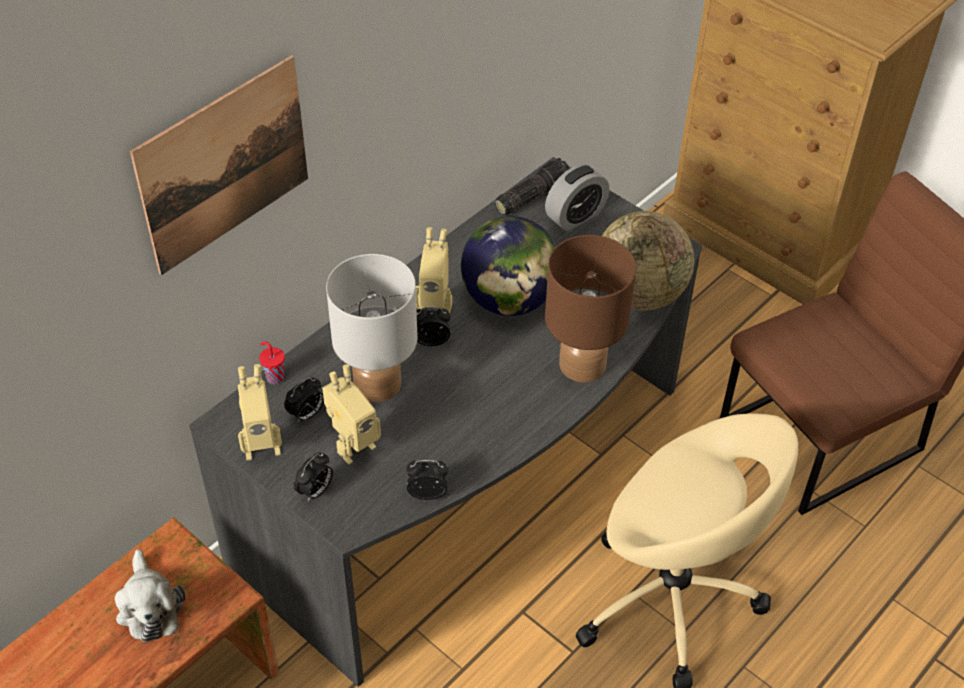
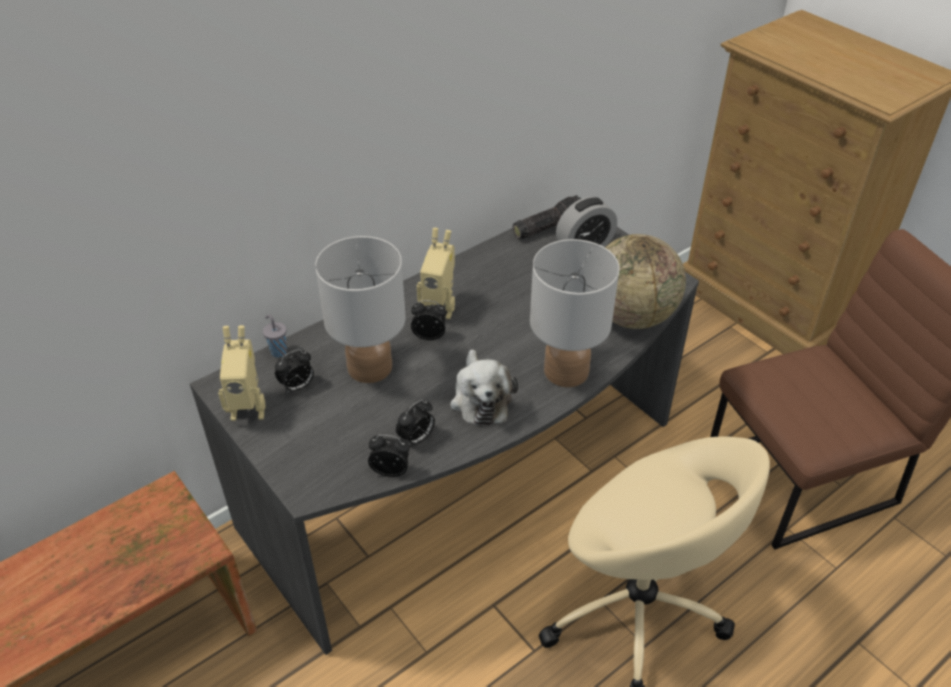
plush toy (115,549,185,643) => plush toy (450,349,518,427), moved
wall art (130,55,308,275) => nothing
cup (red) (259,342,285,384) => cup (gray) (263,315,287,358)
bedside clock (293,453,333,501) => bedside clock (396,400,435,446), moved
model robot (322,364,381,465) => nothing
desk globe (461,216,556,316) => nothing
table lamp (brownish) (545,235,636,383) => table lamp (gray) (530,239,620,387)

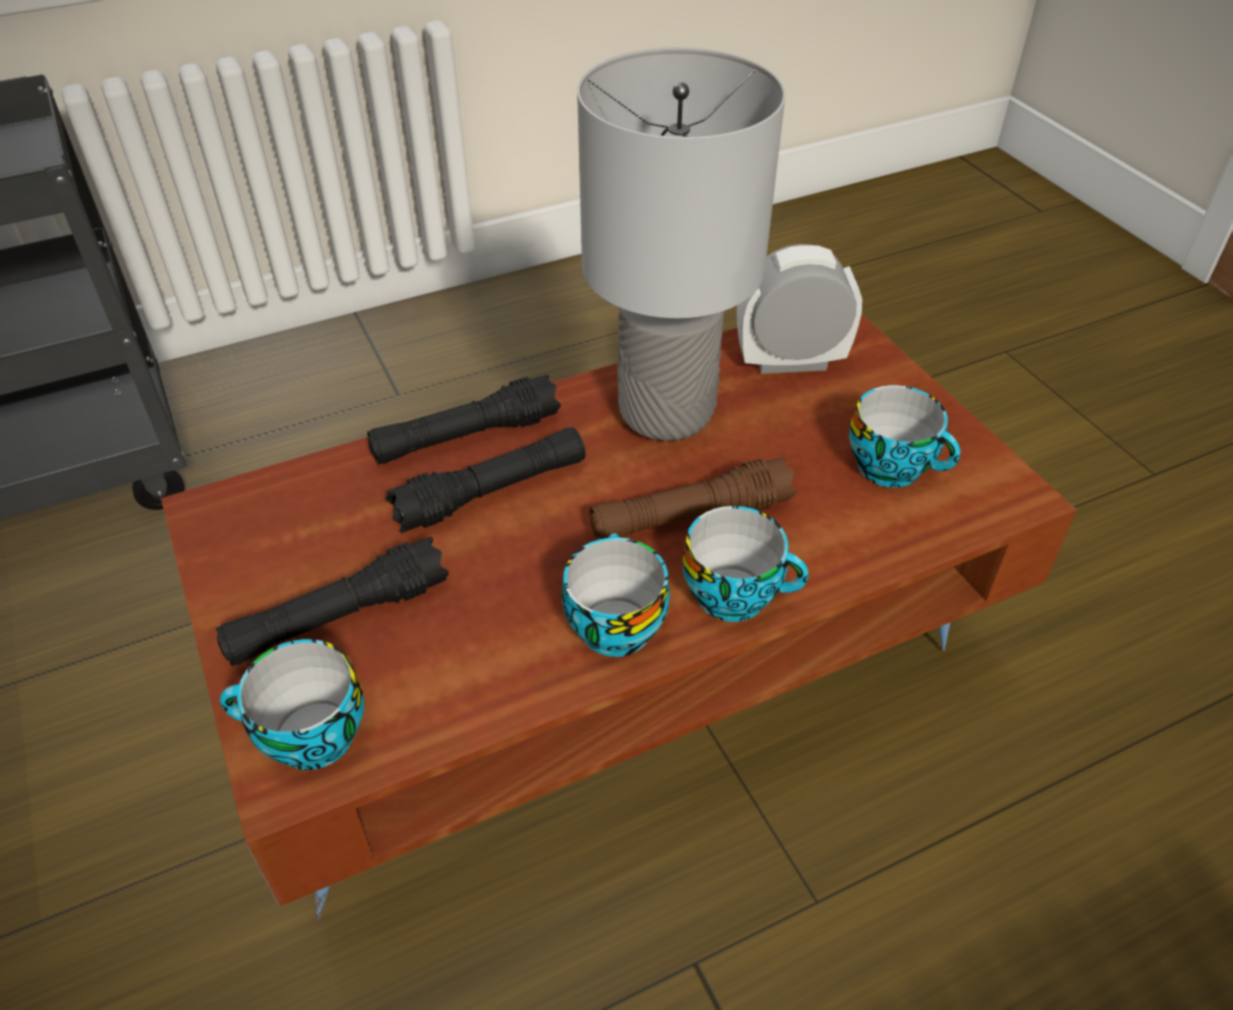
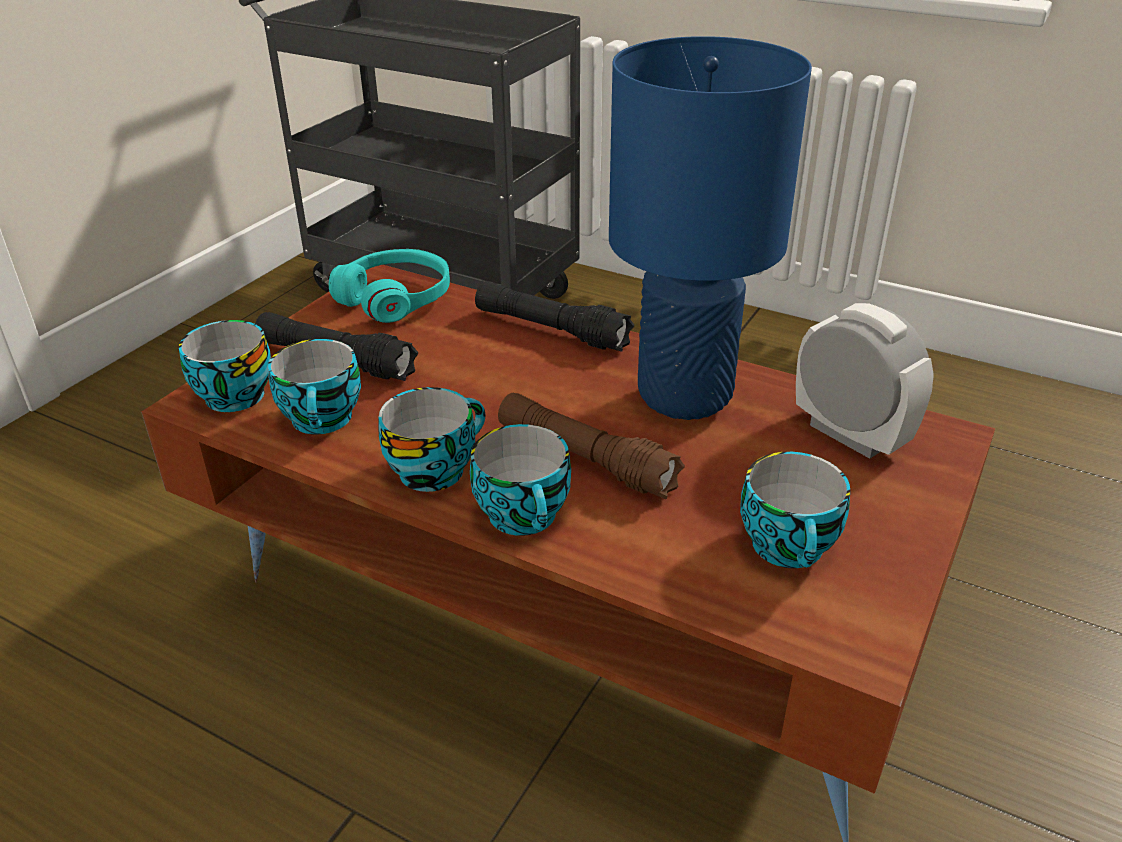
torch (black) (386,427,586,533) => nothing
table lamp (gray) (577,47,785,441) => table lamp (blue) (609,36,812,420)
nothing => cup (268,339,361,435)
nothing => headphones (blue-green) (329,249,450,323)

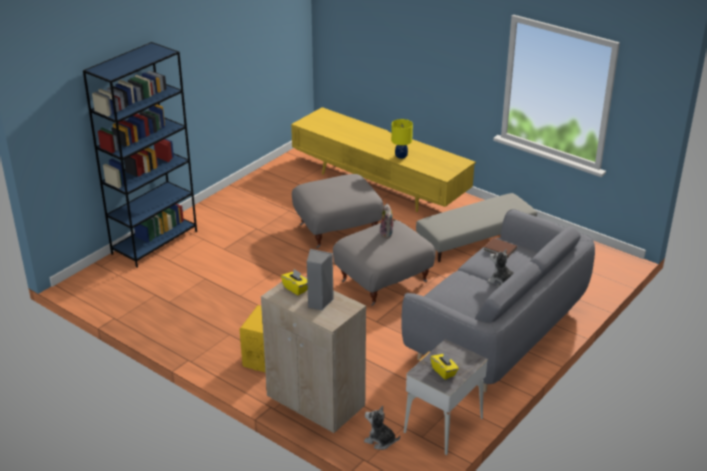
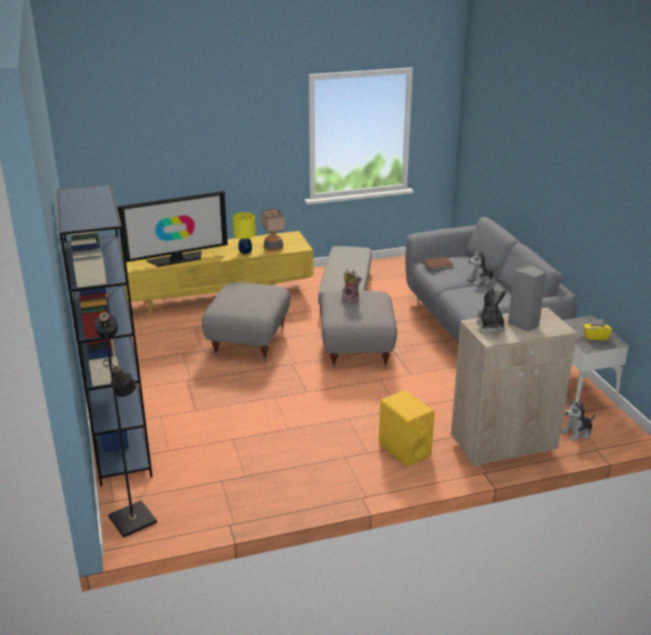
box of tissues (yellowish) (281,269,308,295) => plush toy (476,286,506,333)
nothing => floor lamp (black) (94,312,157,538)
nothing => television (117,191,228,267)
nothing => table lamp (261,208,285,251)

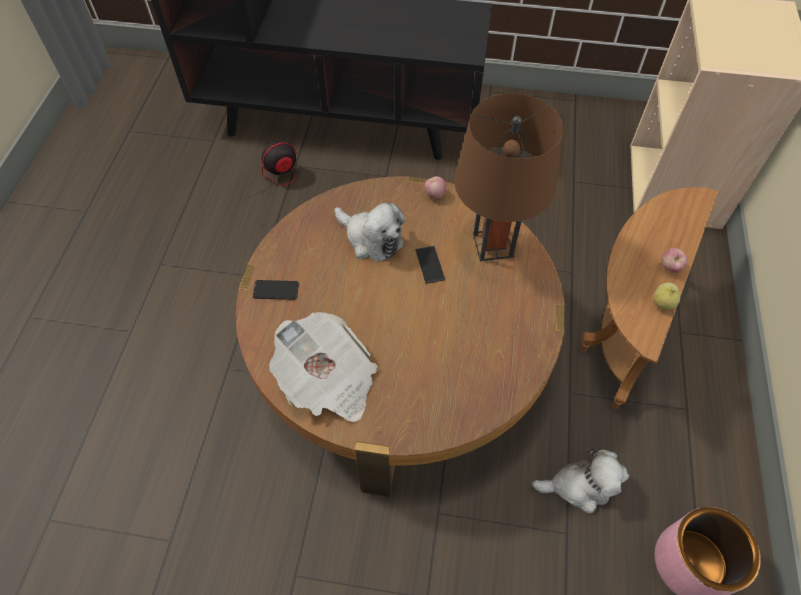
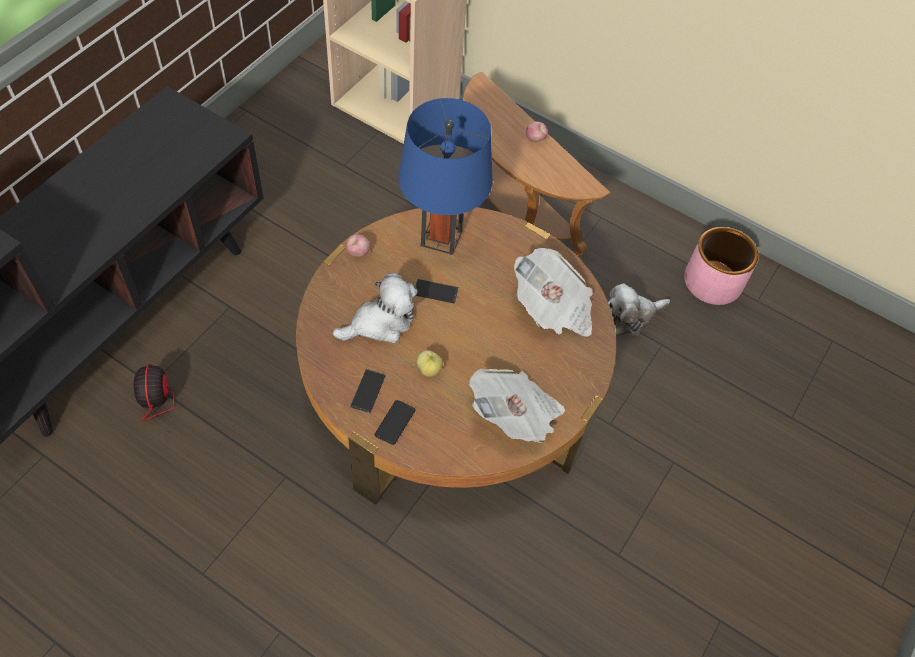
table lamp (brownish) (454,93,563,261) => table lamp (blue) (398,98,493,255)
plush toy (532,448,629,514) => plush toy (608,283,670,336), 135 degrees counterclockwise
whole apple (653,283,680,310) => whole apple (417,350,443,377), moved
nothing => phone (350,369,386,413)
nothing => newspaper (514,248,593,337)

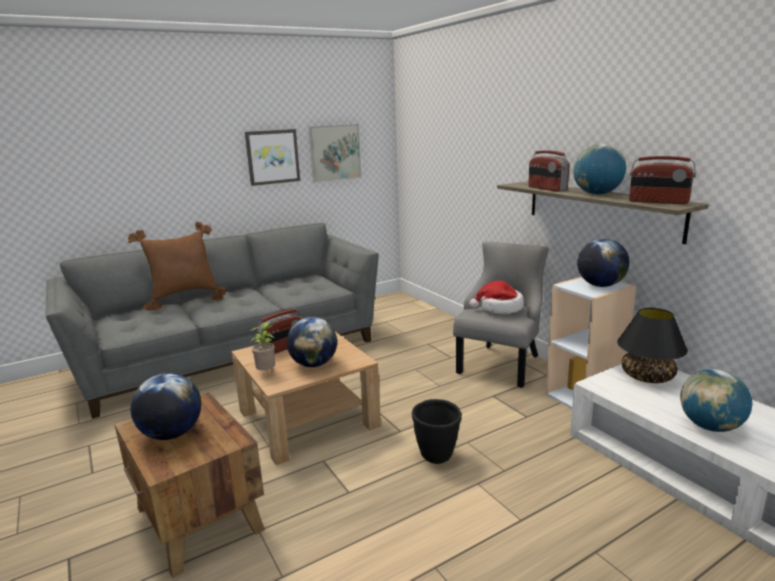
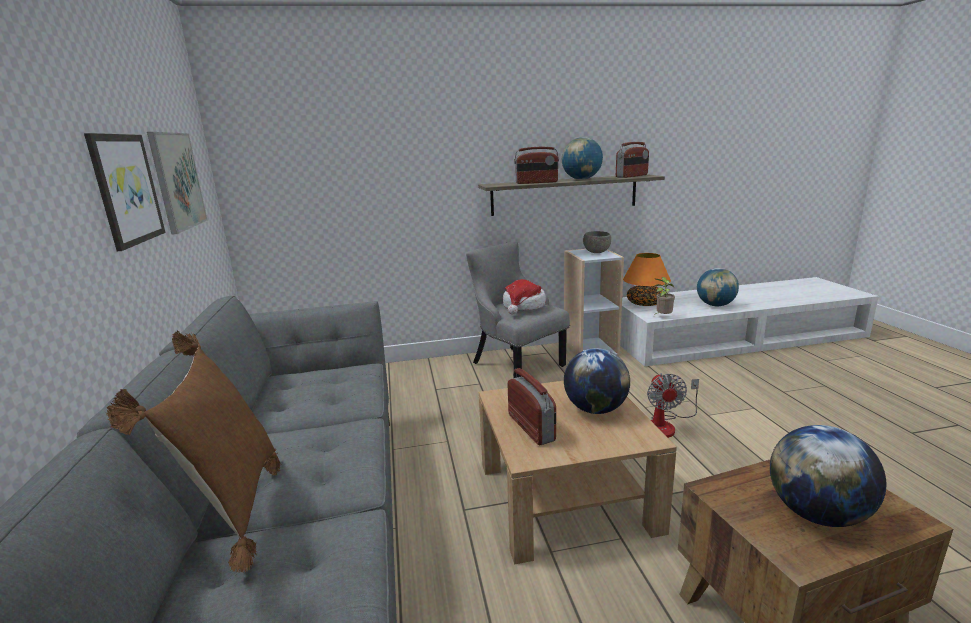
houseplant (250,322,275,370) => houseplant (654,277,675,315), moved
flower pot (black) (412,399,462,464) => fan (647,373,699,438)
desk globe (577,239,629,287) => deep dish (gray) (583,231,611,253)
table lamp (black) (617,308,688,383) => table lamp (orangey) (623,253,671,306)

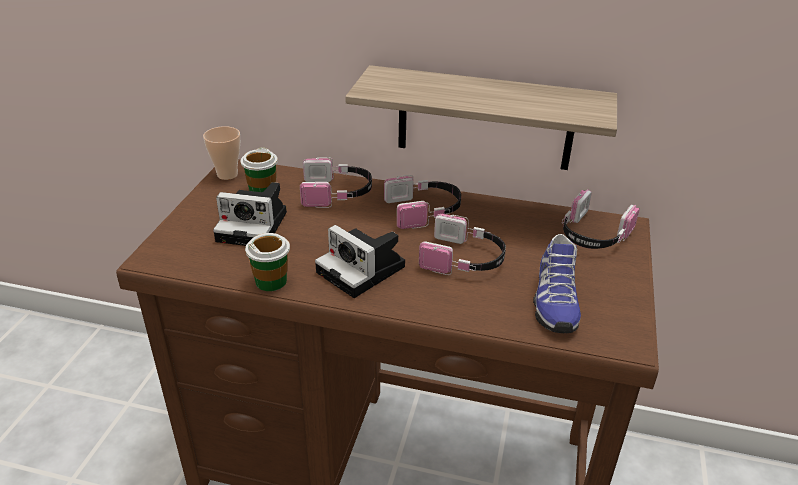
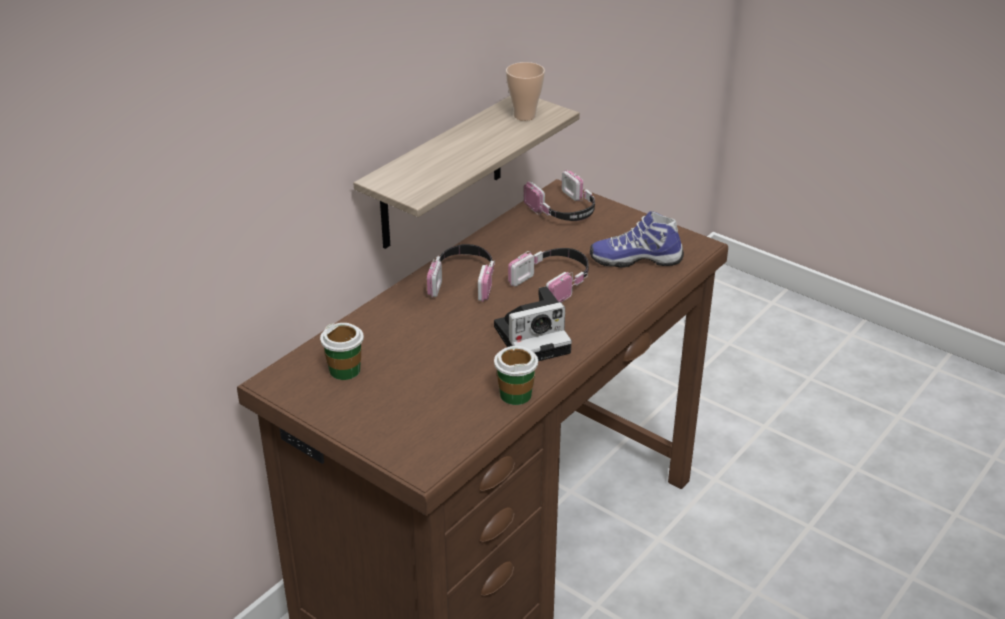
cup (203,126,240,180) => cup (506,62,545,121), moved
photo camera (213,182,287,246) => nothing
headphones (300,157,372,208) => nothing
shoe (533,234,581,333) => shoe (590,211,684,268), 150 degrees clockwise

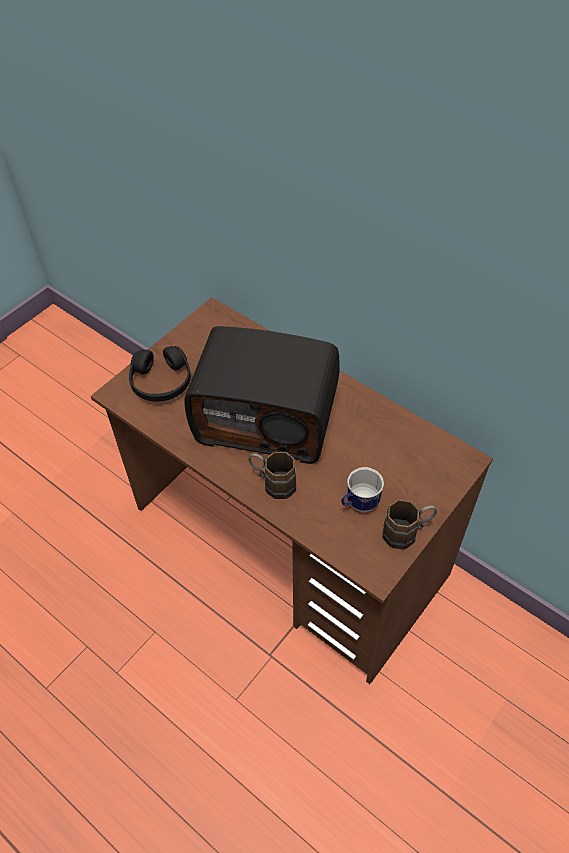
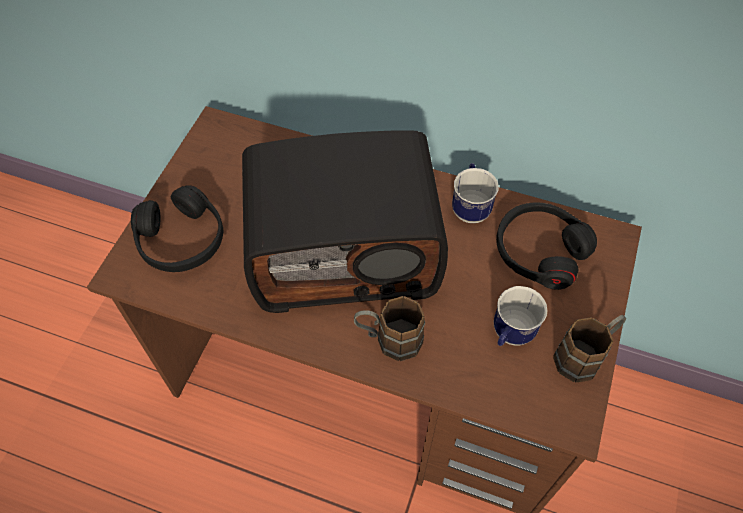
nothing => mug (452,163,499,223)
nothing => headphones (black) (496,203,597,290)

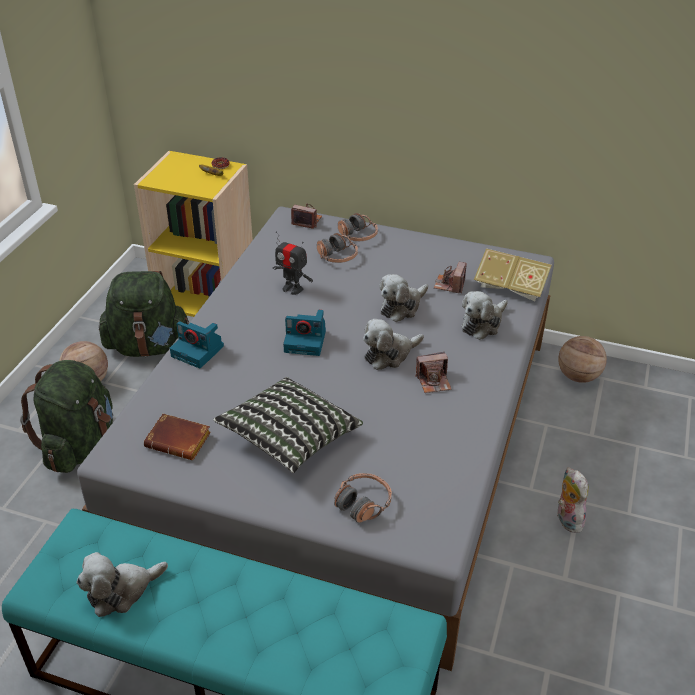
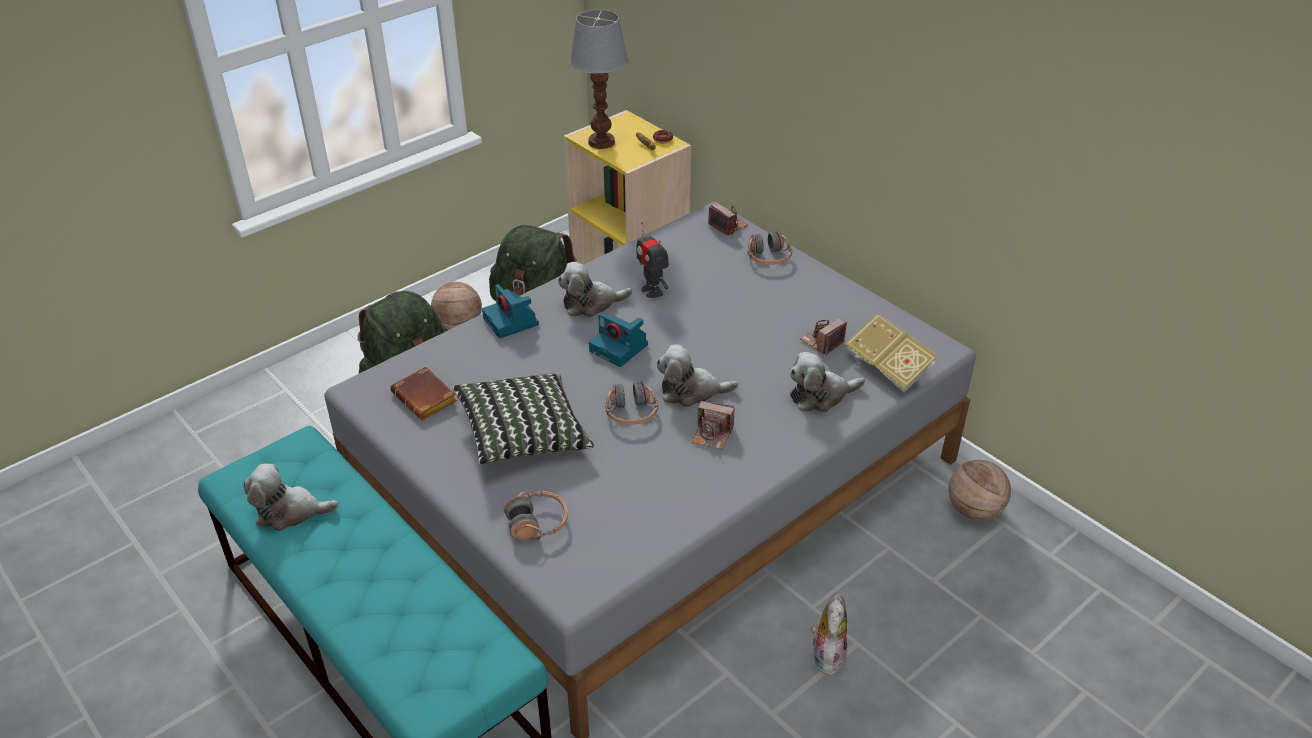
headphones (317,233,358,263) => headphones (605,381,658,425), moved
plush toy (379,274,428,322) => plush toy (558,262,633,317), moved
nothing => table lamp (569,10,628,149)

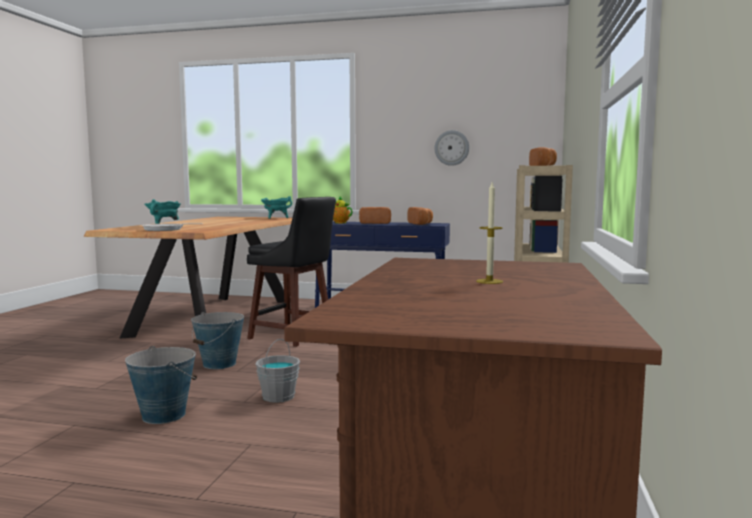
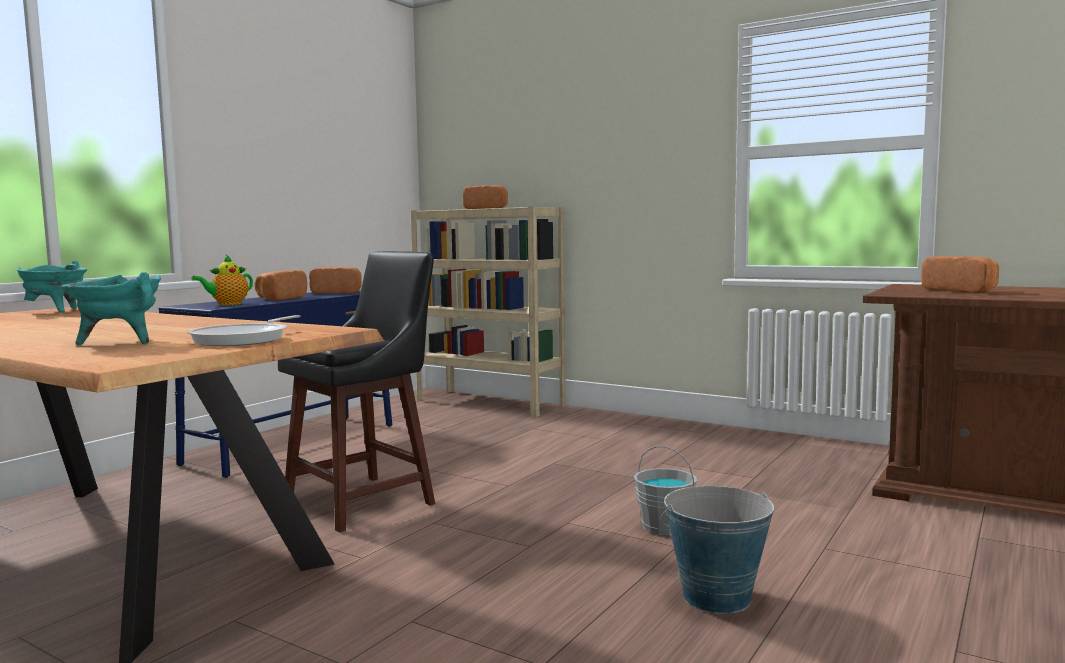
bucket (191,312,244,369) => nothing
clock on the wall (434,130,469,166) => nothing
wax light (476,182,503,284) => nothing
nothing => bakery bread (921,256,999,293)

